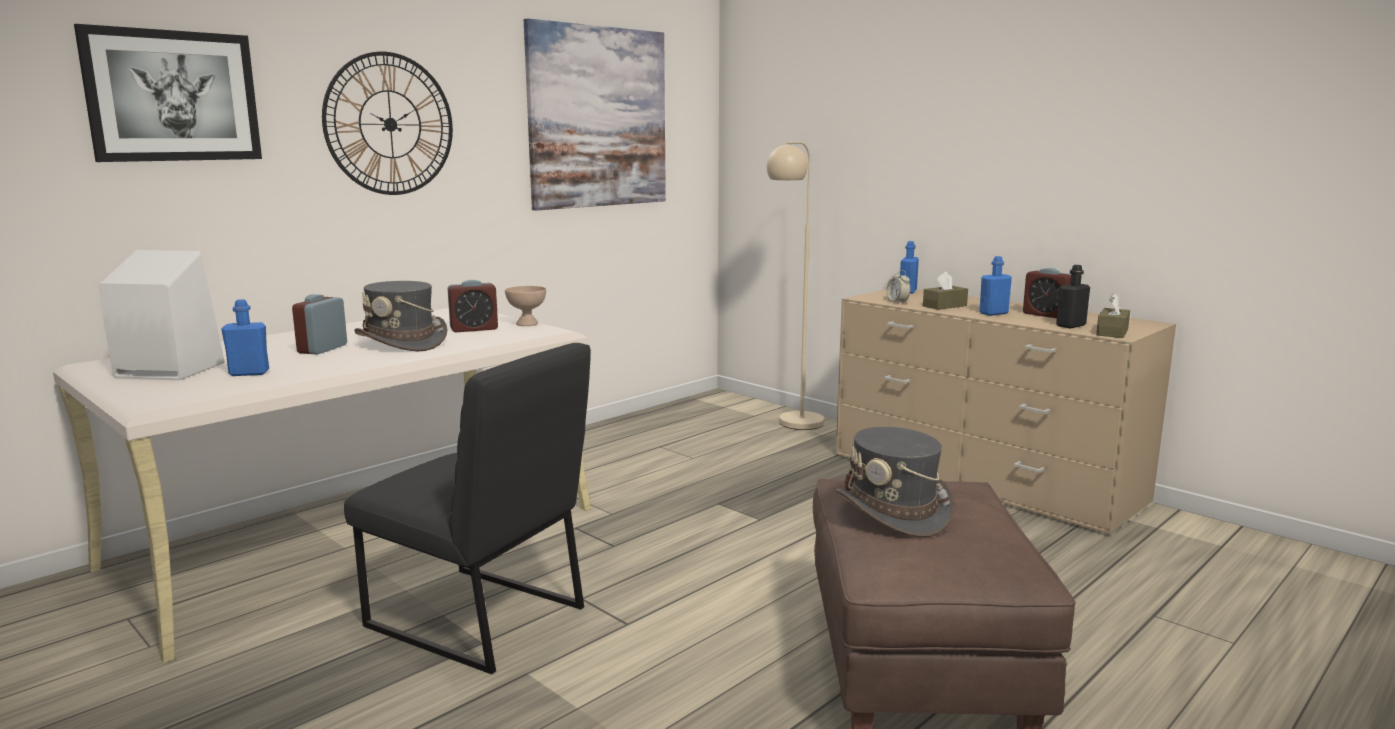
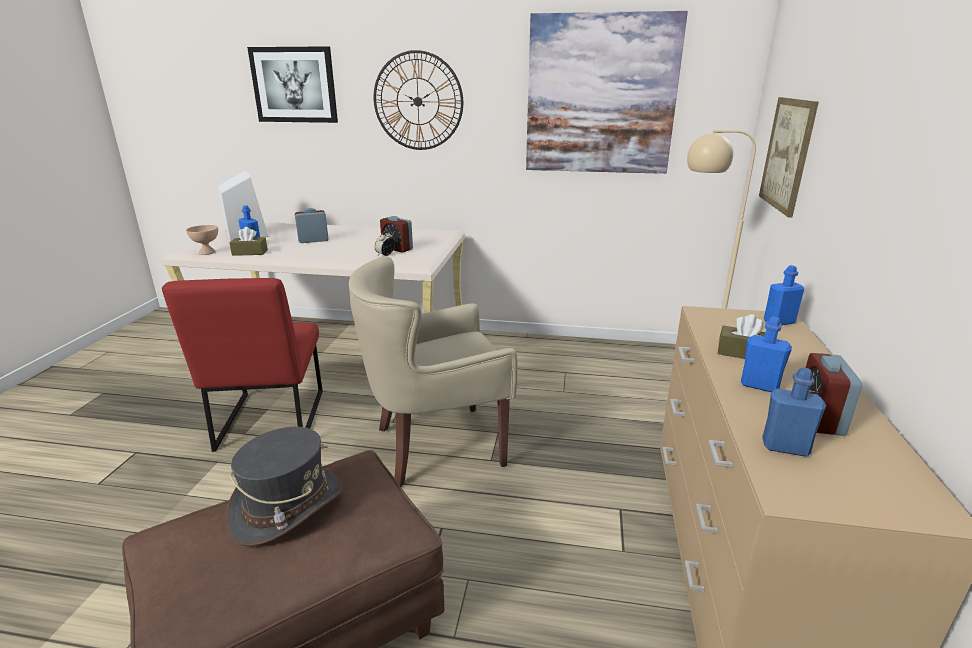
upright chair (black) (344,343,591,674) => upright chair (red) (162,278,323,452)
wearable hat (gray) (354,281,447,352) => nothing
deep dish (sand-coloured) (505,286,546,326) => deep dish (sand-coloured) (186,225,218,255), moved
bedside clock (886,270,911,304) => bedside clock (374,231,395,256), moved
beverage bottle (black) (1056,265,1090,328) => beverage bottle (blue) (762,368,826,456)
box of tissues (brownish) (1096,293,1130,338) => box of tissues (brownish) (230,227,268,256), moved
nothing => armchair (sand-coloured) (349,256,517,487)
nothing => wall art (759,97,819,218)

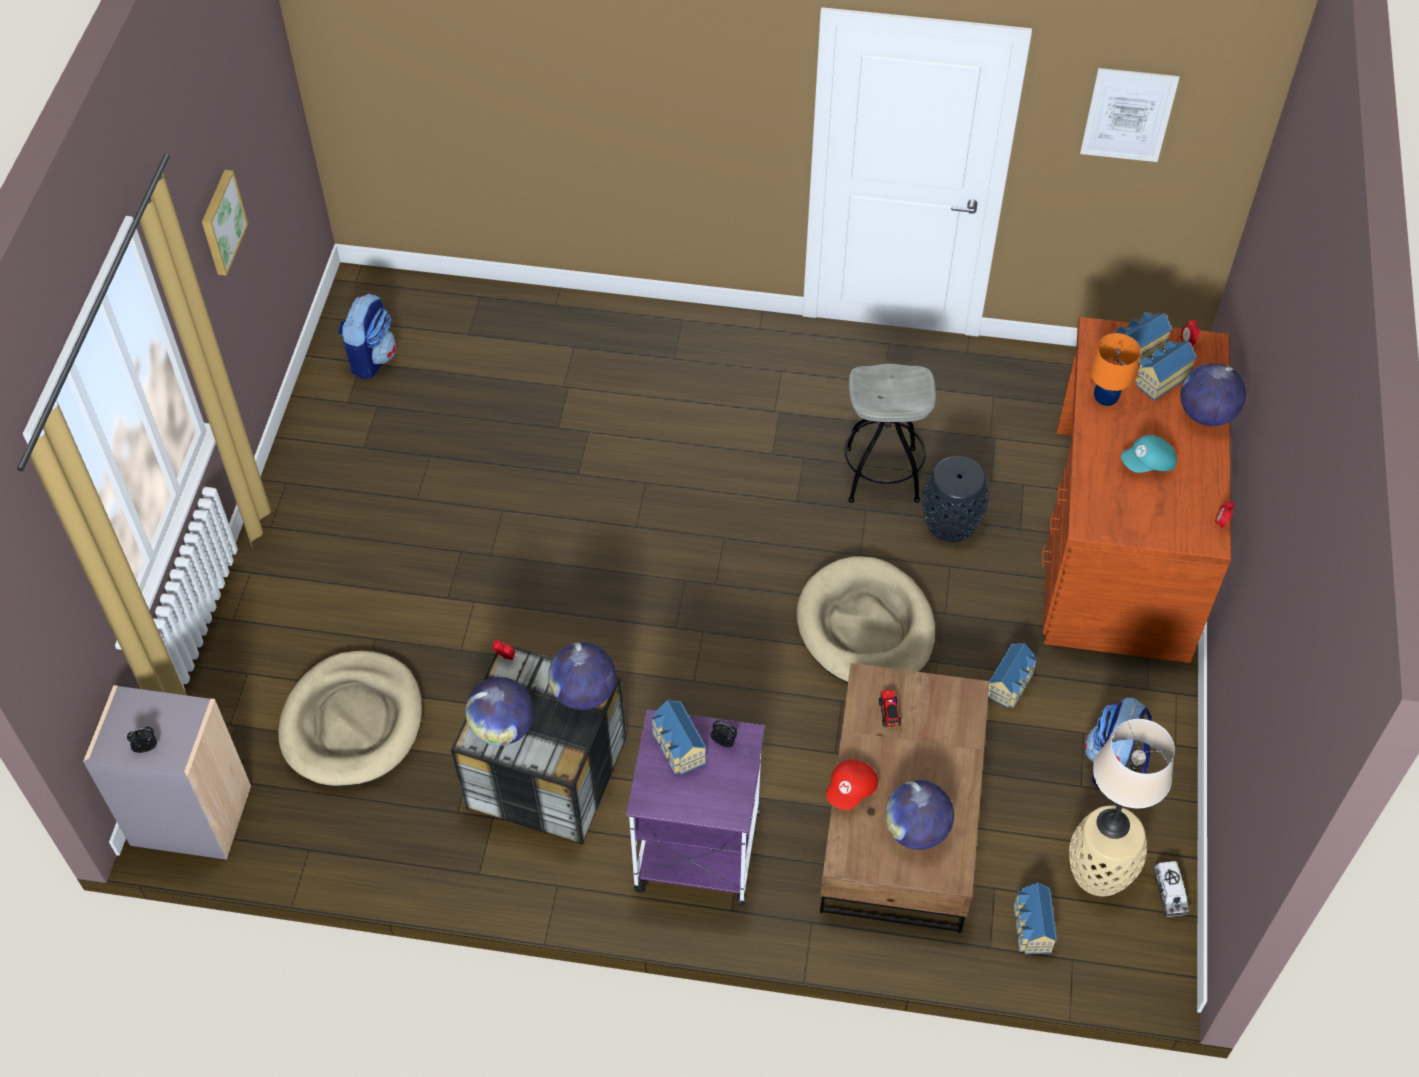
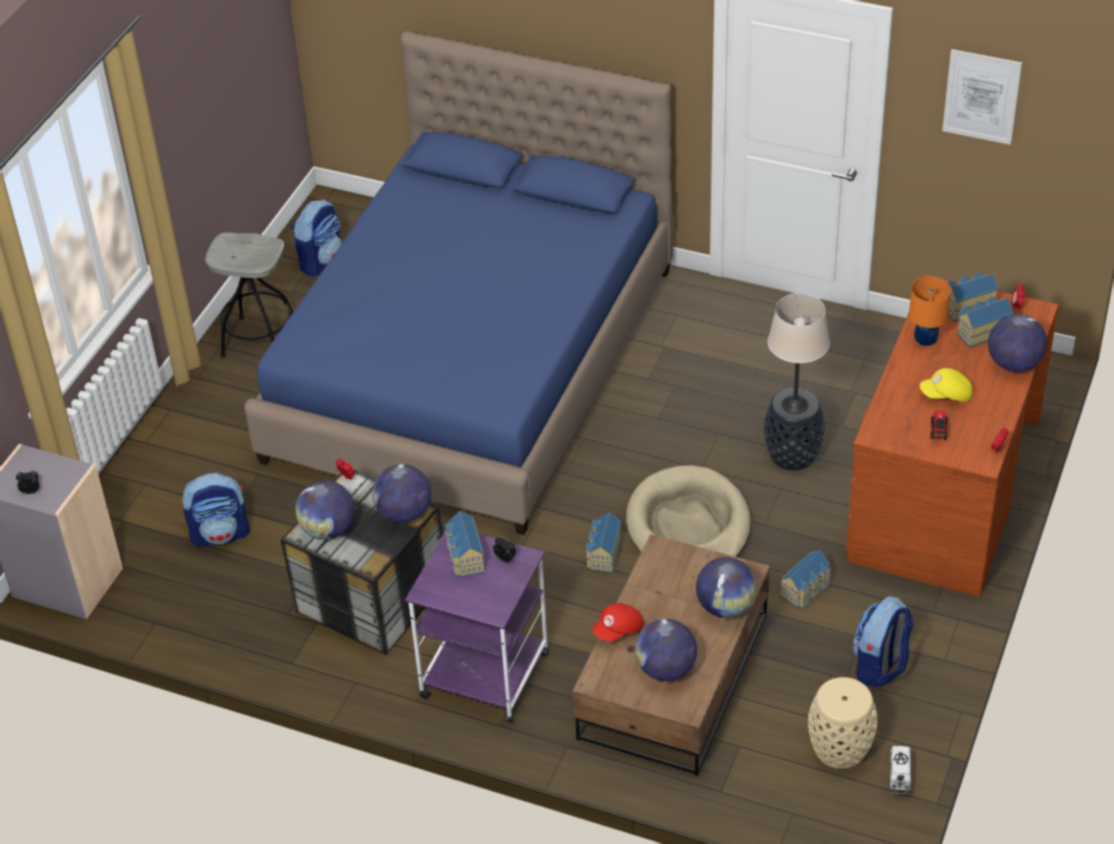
wall art (202,170,248,276) => nothing
dog bed (sand-coloured) (278,651,422,787) => knapsack (182,473,250,547)
stool seat (gray) (844,364,936,503) => stool seat (gray) (205,232,293,357), moved
toy lorry (879,690,901,727) => toy lorry (930,410,948,440), moved
model house (1013,883,1057,954) => model house (586,512,621,573), moved
table lamp (sand-coloured) (1093,719,1175,839) => table lamp (sand-coloured) (768,293,830,414), moved
baseball cap (blue-green) (1121,435,1177,473) => baseball cap (yellowish) (920,368,973,402)
nothing => bed (blue) (244,31,673,535)
nothing => desk globe (696,557,756,618)

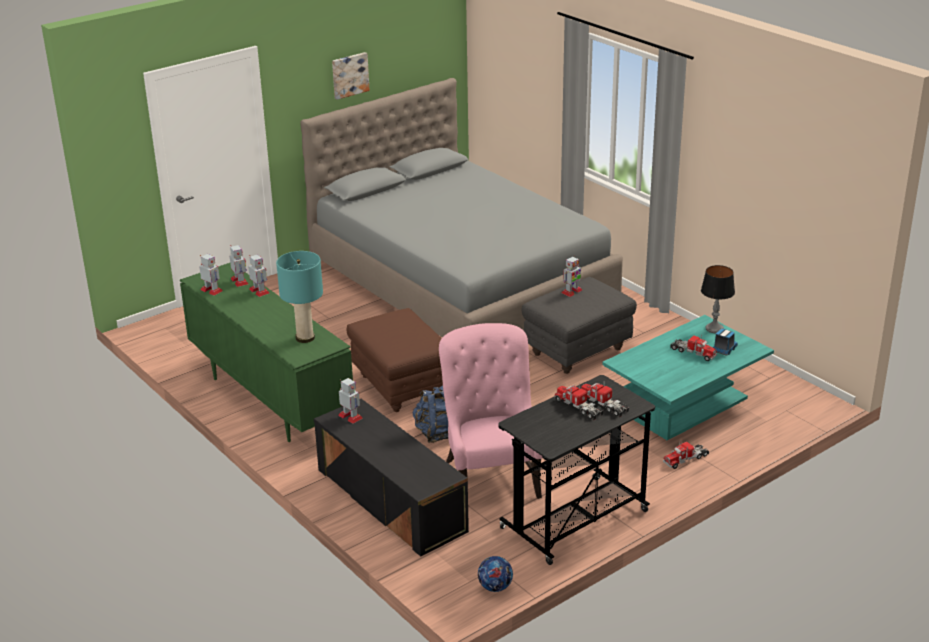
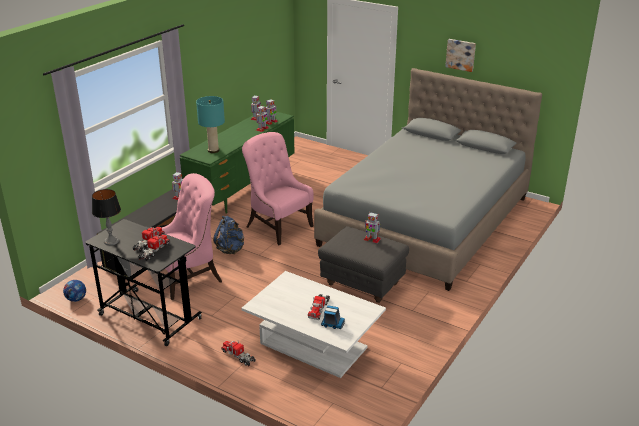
pouffe (brownish) (347,308,443,412) => upright chair (pink-coloured) (242,132,314,245)
coffee table (blue-green) (602,315,774,440) => coffee table (whitish) (241,271,386,378)
table lamp (701,265,735,333) => table lamp (92,189,121,246), moved

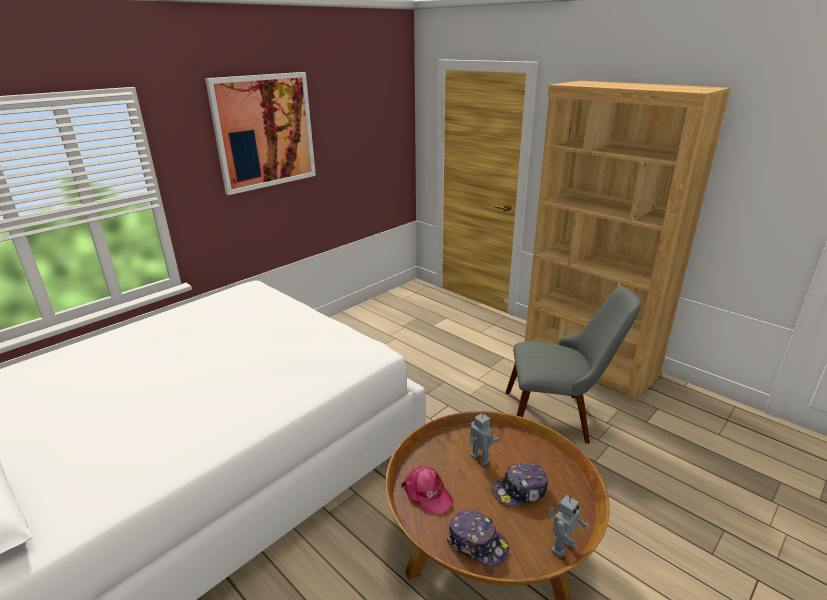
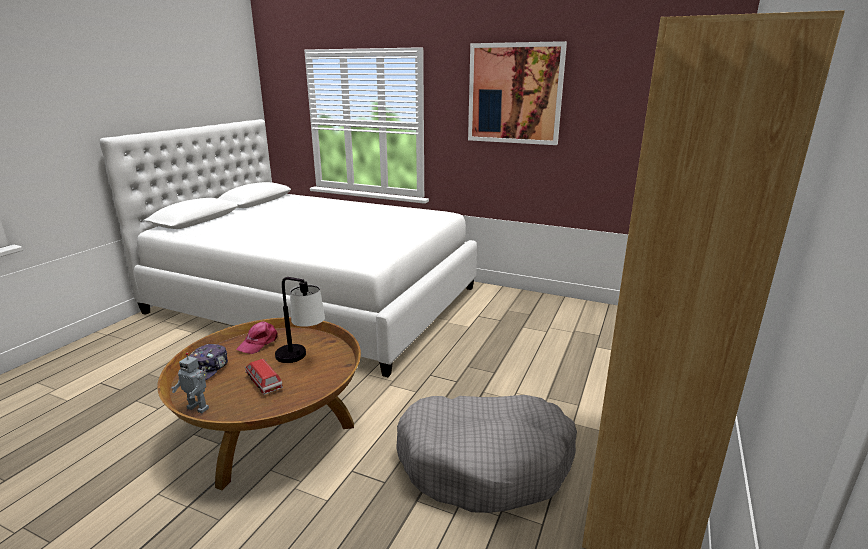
model robot (469,411,500,466) => table lamp (275,277,325,363)
baseball cap (493,462,548,506) => model car (245,359,283,395)
upright chair (gray) (505,287,641,444) => dog bed (gray) (396,395,577,513)

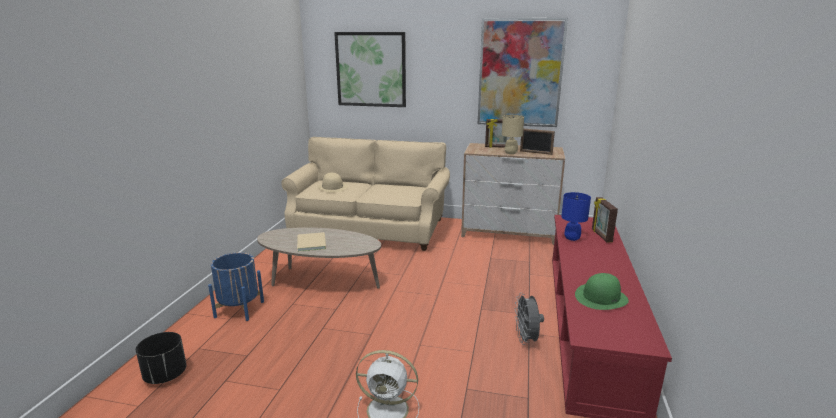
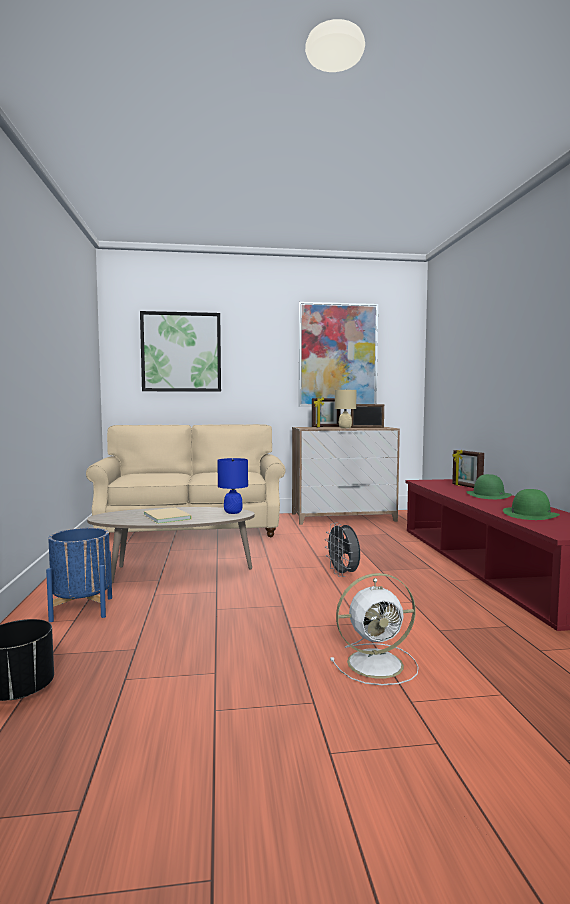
wearable hat (sand-coloured) (318,173,348,193) => nothing
fan (gray) (515,293,544,345) => fan (gray) (325,522,360,577), moved
table lamp (blue) (561,192,591,241) => table lamp (blue) (217,458,248,514), moved
nothing => wearable hat (green-coloured) (467,474,512,499)

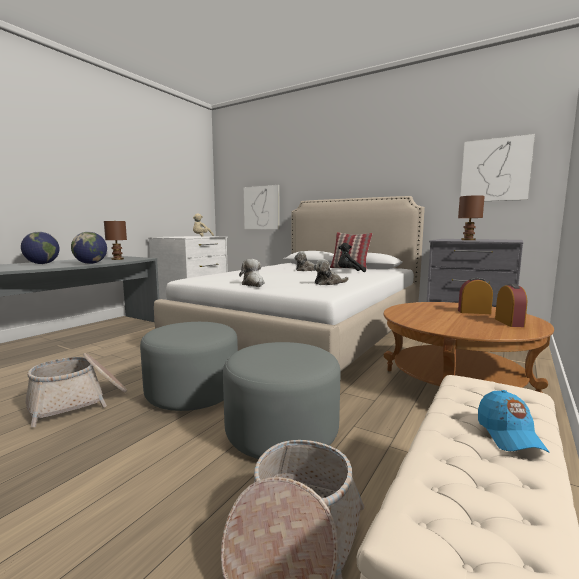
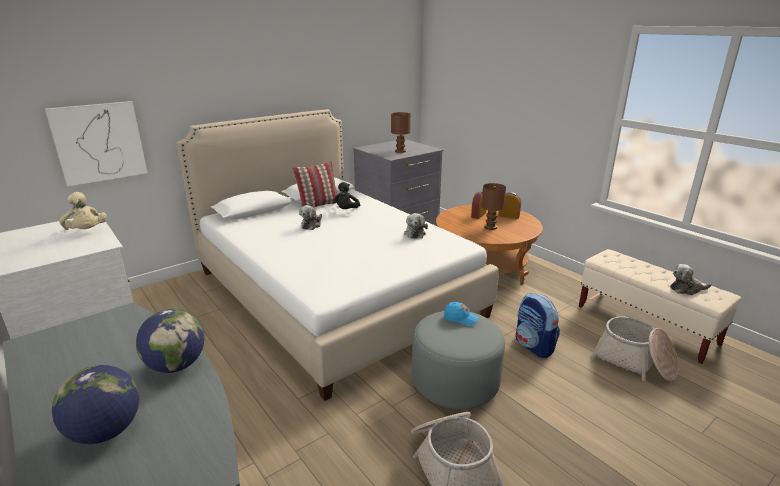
table lamp (brownish) (104,221,127,260) => table lamp (brownish) (481,183,506,230), moved
pouffe (gray) (223,342,341,459) => knapsack (515,293,560,358)
plush toy (239,259,265,287) => plush toy (670,264,711,295), moved
wall art (460,134,535,201) => nothing
baseball cap (blue) (478,390,550,453) => baseball cap (blue) (444,302,479,326), moved

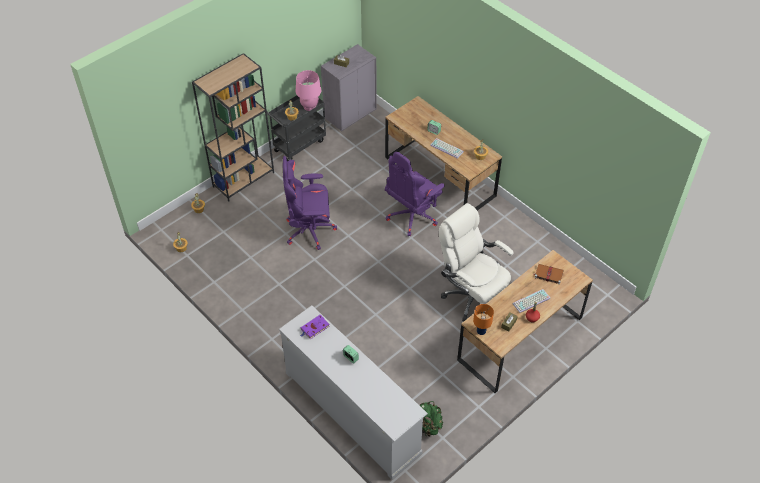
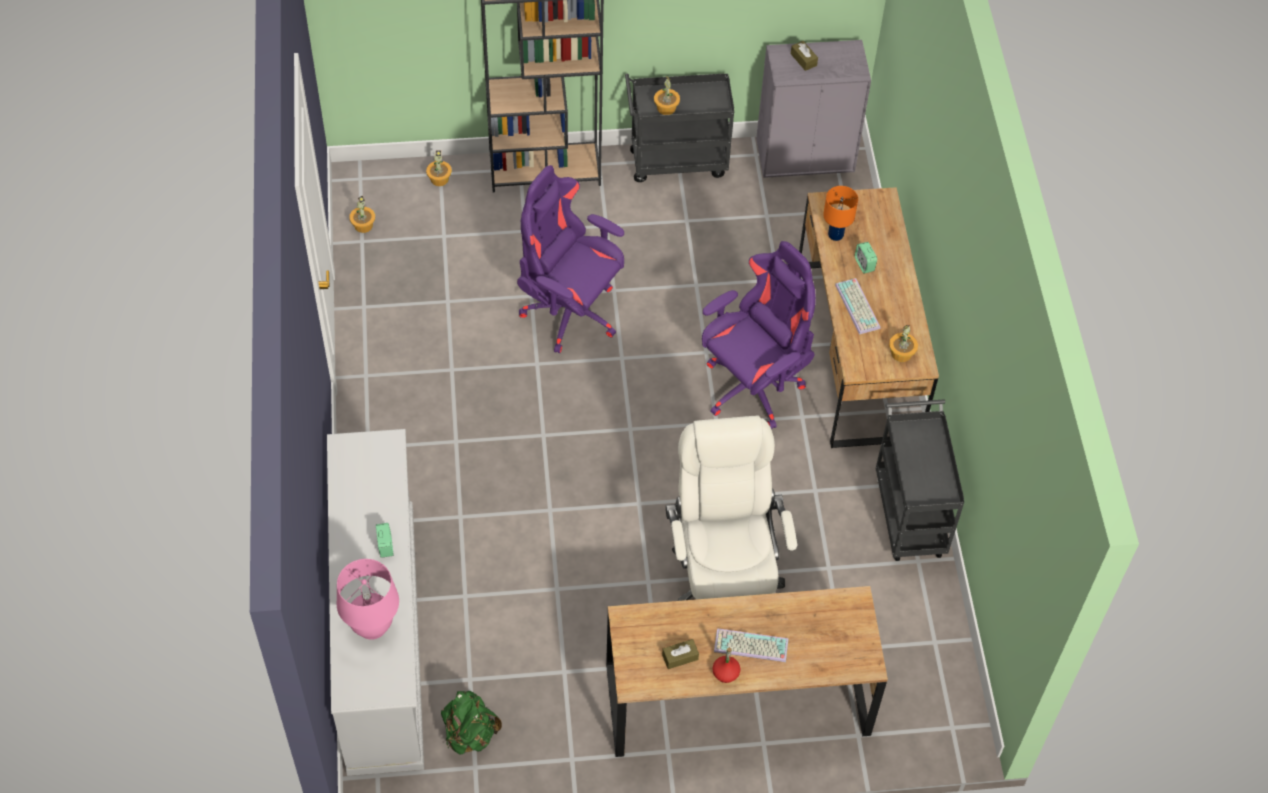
table lamp (pink-coloured) (296,70,322,111) => table lamp (pink-coloured) (337,559,399,640), moved
bound book (purple) (300,315,330,339) => nothing
computer chair (purple) (385,152,444,236) => computer chair (purple) (702,241,816,429), 150 degrees clockwise
table lamp (orangey) (473,304,494,335) => table lamp (orangey) (823,186,858,241), moved
bound book (brownish) (534,264,564,284) => nothing
nothing => wheeled cart (gray) (875,399,964,561)

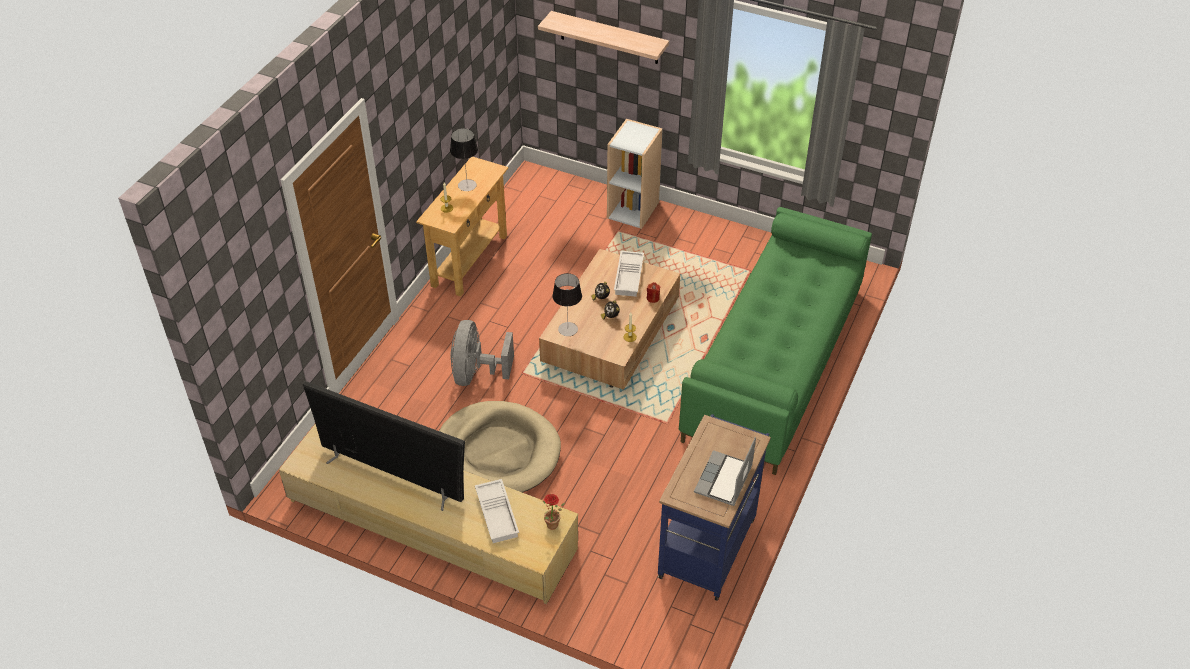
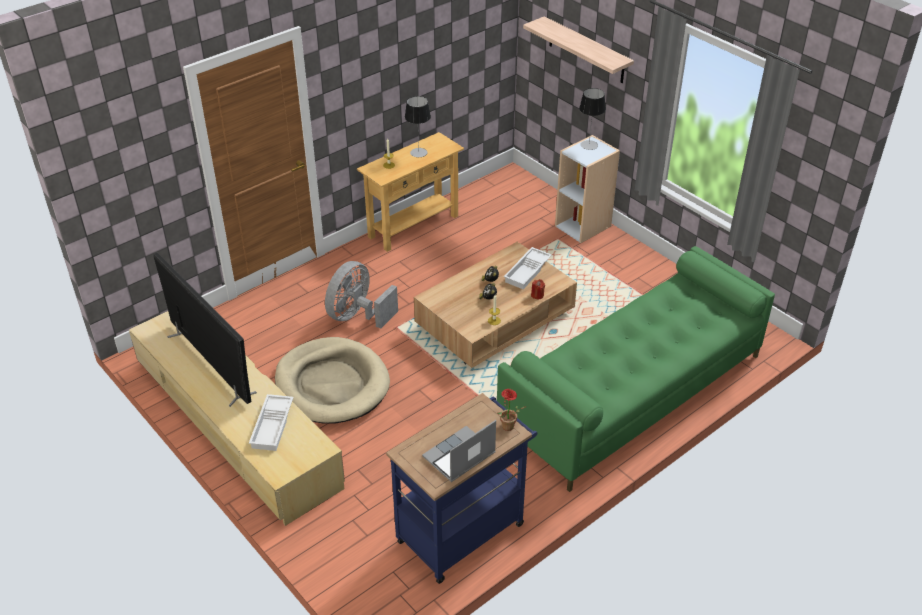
houseplant (542,494,566,530) => houseplant (497,389,527,431), moved
table lamp (552,273,582,336) => table lamp (579,88,606,150), moved

